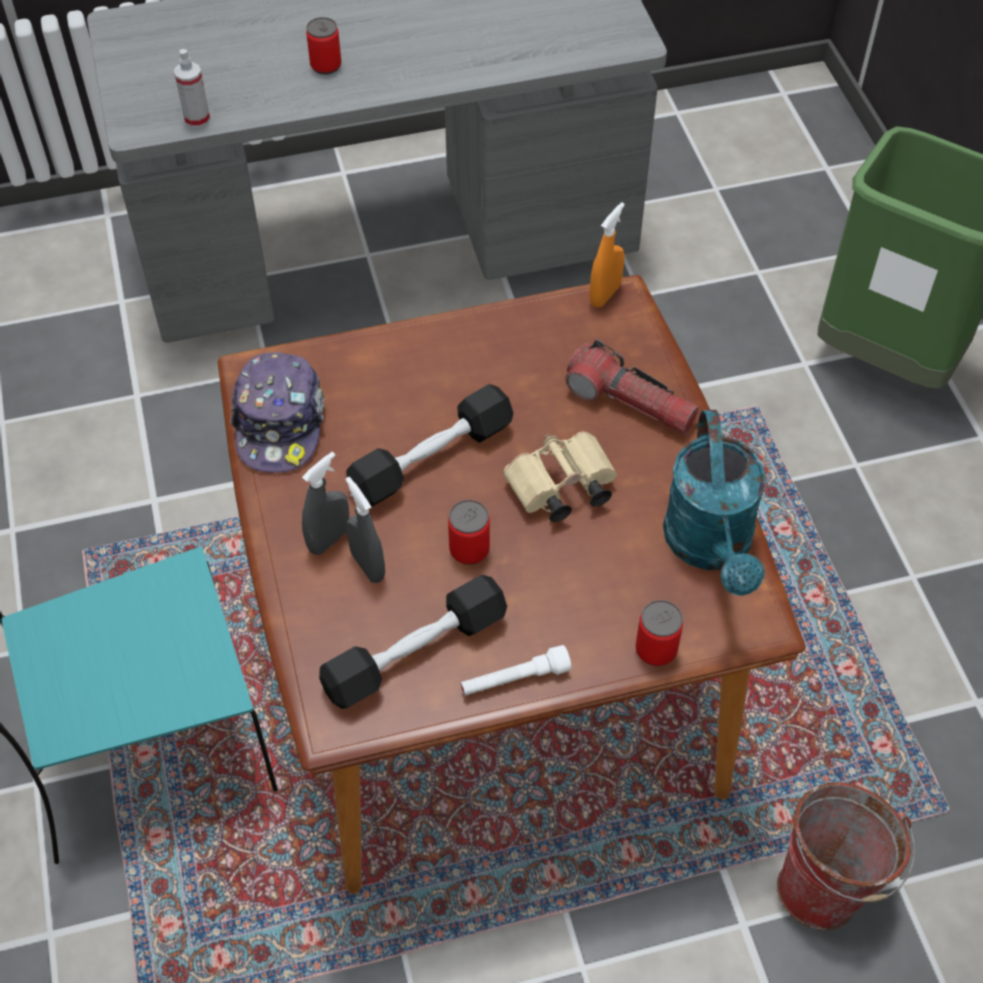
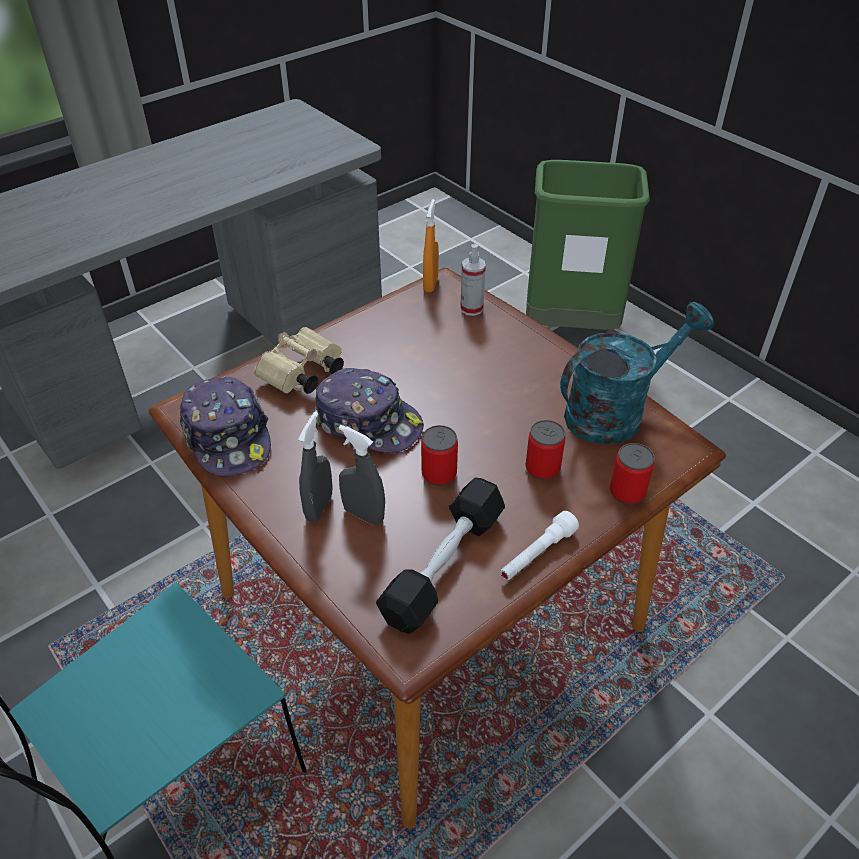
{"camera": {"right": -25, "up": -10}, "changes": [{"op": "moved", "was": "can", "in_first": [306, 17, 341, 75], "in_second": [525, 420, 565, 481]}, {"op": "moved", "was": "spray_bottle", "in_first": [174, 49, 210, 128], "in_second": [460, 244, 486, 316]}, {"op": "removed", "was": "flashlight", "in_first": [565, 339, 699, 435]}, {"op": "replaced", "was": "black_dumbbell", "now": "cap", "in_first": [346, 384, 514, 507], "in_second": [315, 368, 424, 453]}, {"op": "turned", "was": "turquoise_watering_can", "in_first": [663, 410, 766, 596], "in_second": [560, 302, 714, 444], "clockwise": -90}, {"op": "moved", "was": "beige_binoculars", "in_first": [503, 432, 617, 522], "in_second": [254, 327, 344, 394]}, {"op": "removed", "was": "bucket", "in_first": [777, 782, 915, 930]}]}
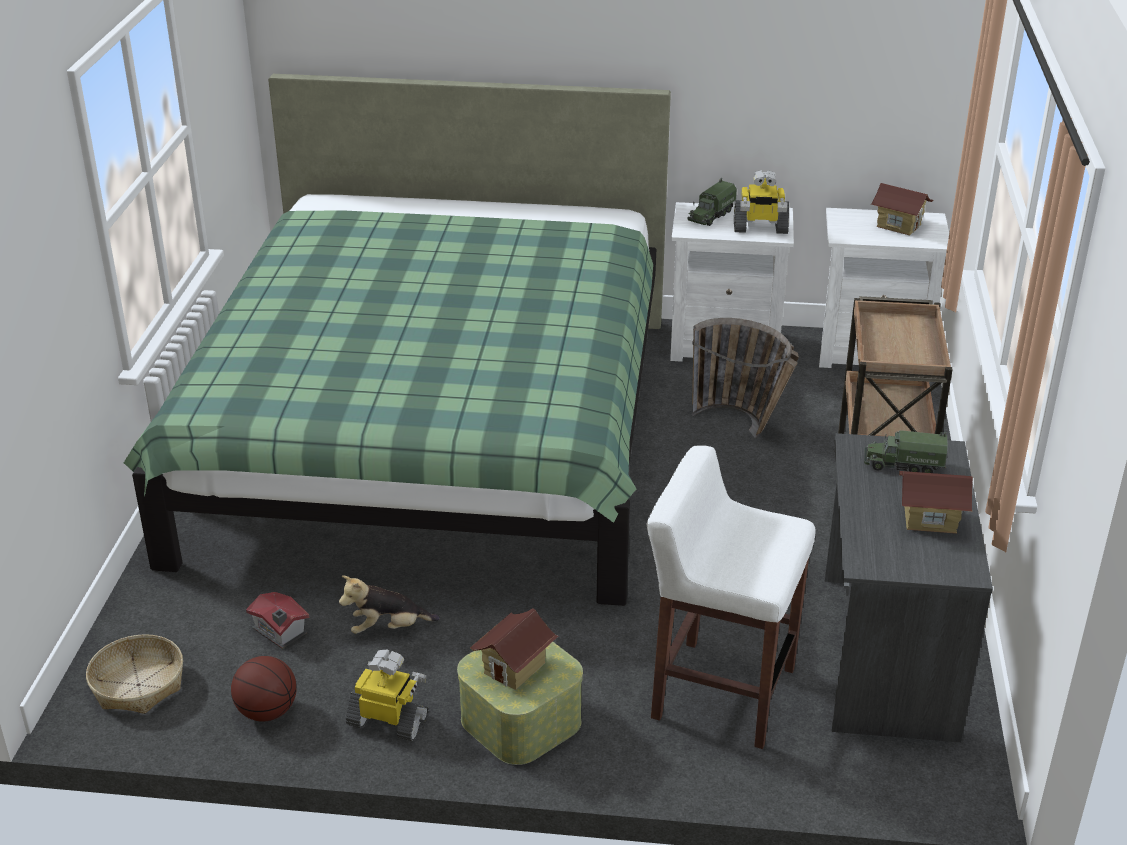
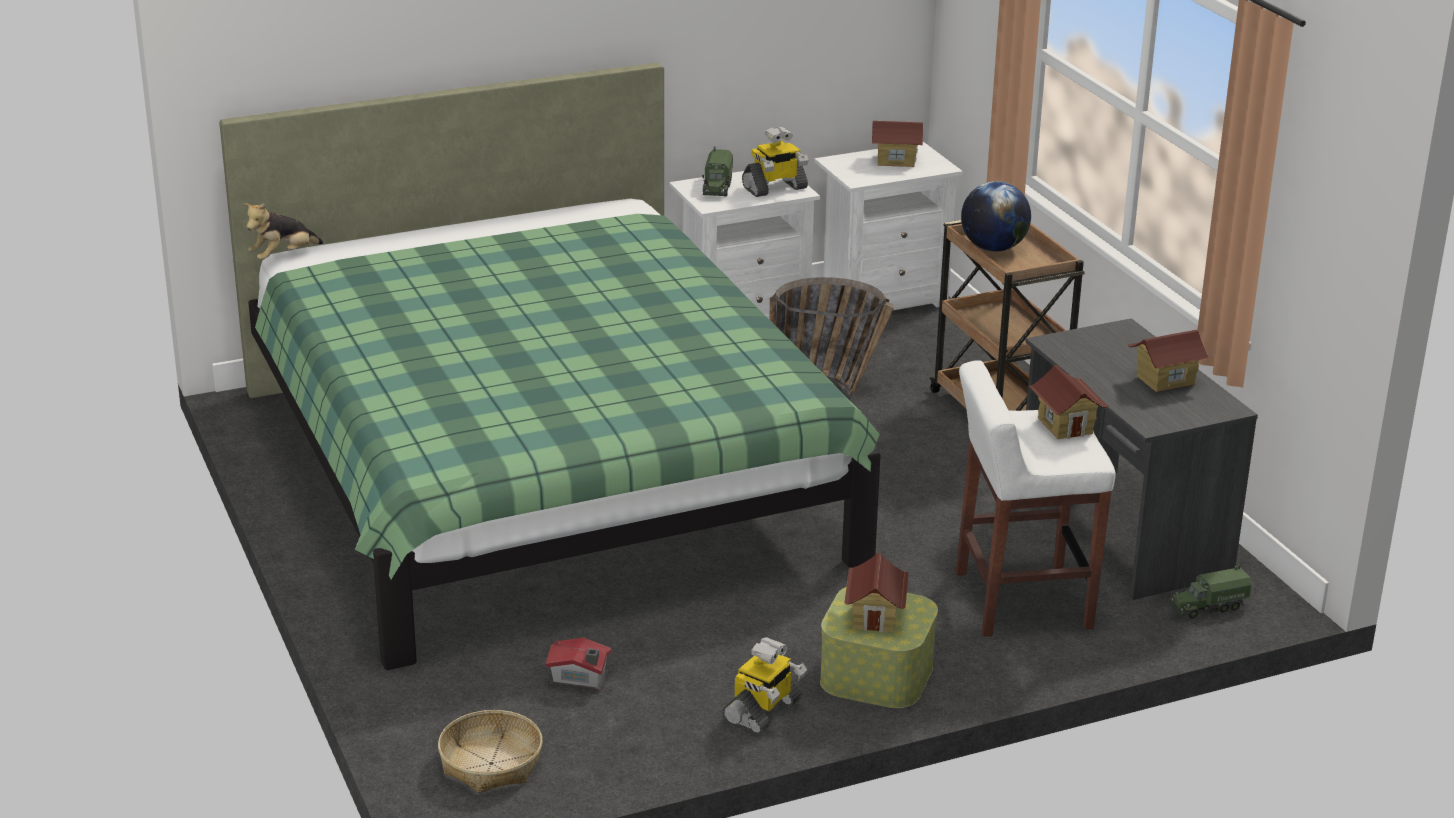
{"camera": {"right": -30, "up": -5}, "changes": [{"op": "moved", "was": "toy_truck", "in_first": [864, 430, 948, 473], "in_second": [1169, 564, 1252, 619]}, {"op": "moved", "was": "plush_toy", "in_first": [339, 575, 440, 634], "in_second": [244, 203, 323, 260]}, {"op": "turned", "was": "toy_robot", "in_first": [346, 649, 429, 741], "in_second": [722, 637, 807, 735], "clockwise": 135}, {"op": "removed", "was": "basketball", "in_first": [231, 656, 297, 721]}, {"op": "added", "now": "globe", "in_second": [961, 181, 1031, 251]}, {"op": "added", "now": "toy_house", "in_second": [1029, 365, 1109, 439]}]}
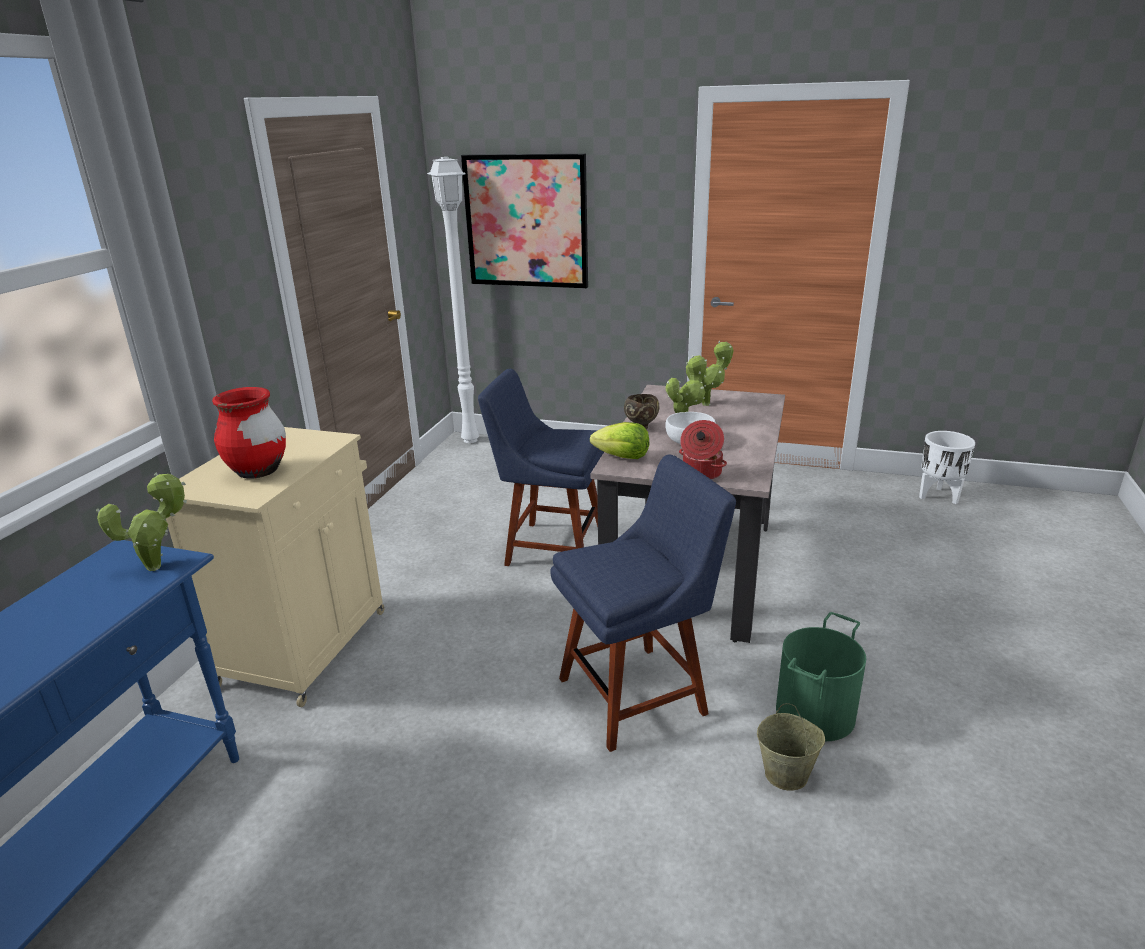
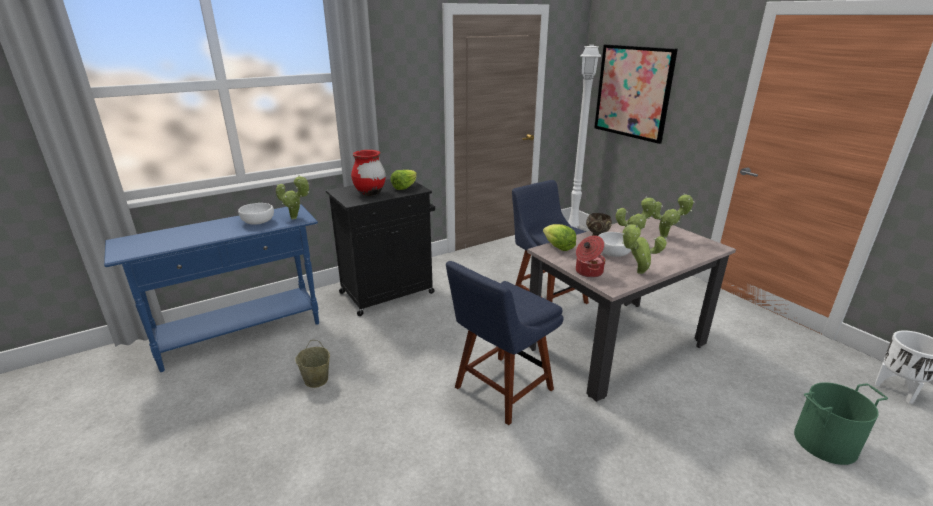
{"camera": {"right": 40, "up": 0}, "changes": [{"op": "recoloured", "was": "beige_cabinet", "now": "black_cabinet", "in_first": [153, 427, 385, 707], "in_second": [326, 179, 435, 316]}, {"op": "turned", "was": "blue_chair", "in_first": [550, 454, 736, 752], "in_second": [446, 261, 564, 425], "clockwise": 120}, {"op": "moved", "was": "green_bucket", "in_first": [776, 612, 866, 741], "in_second": [794, 382, 888, 465]}, {"op": "moved", "was": "beige_bucket", "in_first": [757, 703, 825, 791], "in_second": [295, 340, 330, 388]}, {"op": "added", "now": "lettuce", "in_second": [390, 170, 417, 190]}, {"op": "added", "now": "white_bowl", "in_second": [238, 203, 274, 225]}, {"op": "added", "now": "potted_plant", "in_second": [622, 224, 667, 274]}]}
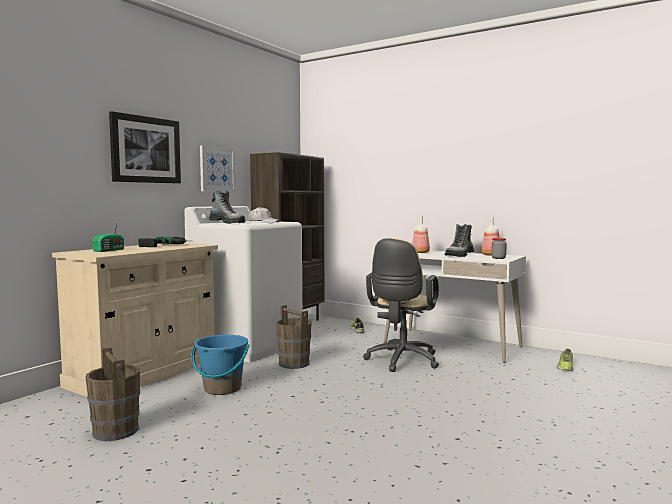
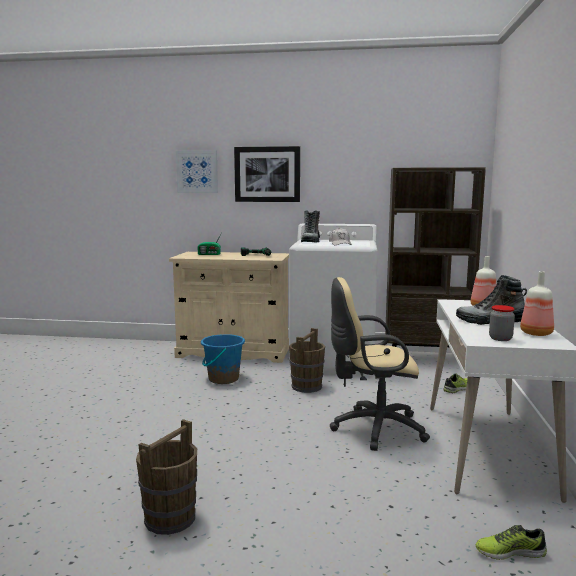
{"camera": {"right": 65, "up": 5}, "changes": [{"op": "moved", "was": "picture", "in_first": [200, 145, 235, 192], "in_second": [176, 150, 218, 193]}, {"op": "moved", "was": "brown_bucket", "in_first": [85, 347, 140, 441], "in_second": [136, 419, 197, 535]}]}
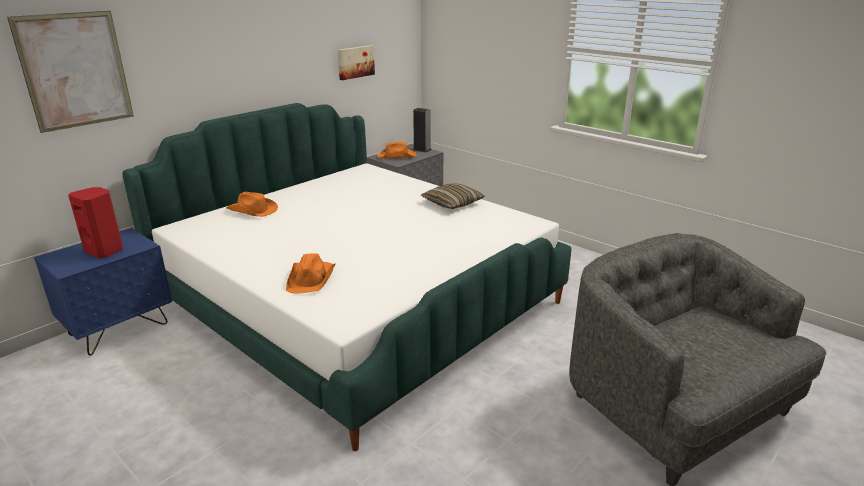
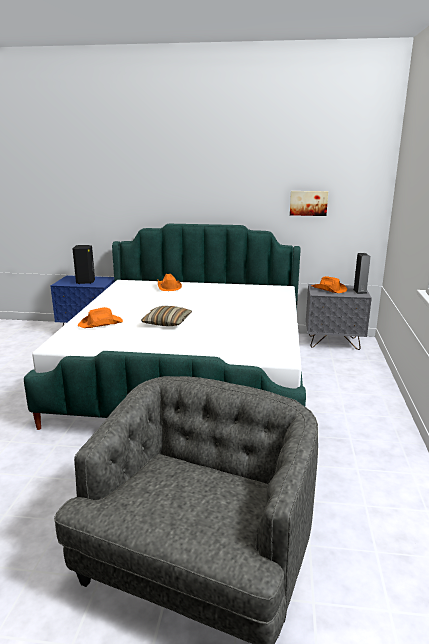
{"camera": {"right": 55, "up": -5}, "changes": [{"op": "removed", "was": "picture", "in_first": [7, 11, 134, 133]}, {"op": "moved", "was": "pillow", "in_first": [421, 183, 485, 209], "in_second": [141, 306, 192, 326]}, {"op": "recoloured", "was": "red_speaker", "now": "black_speaker", "in_first": [68, 187, 123, 258], "in_second": [73, 245, 95, 284]}]}
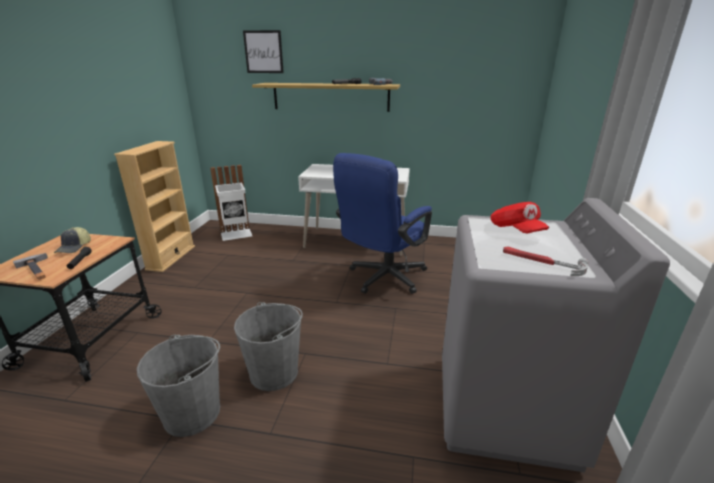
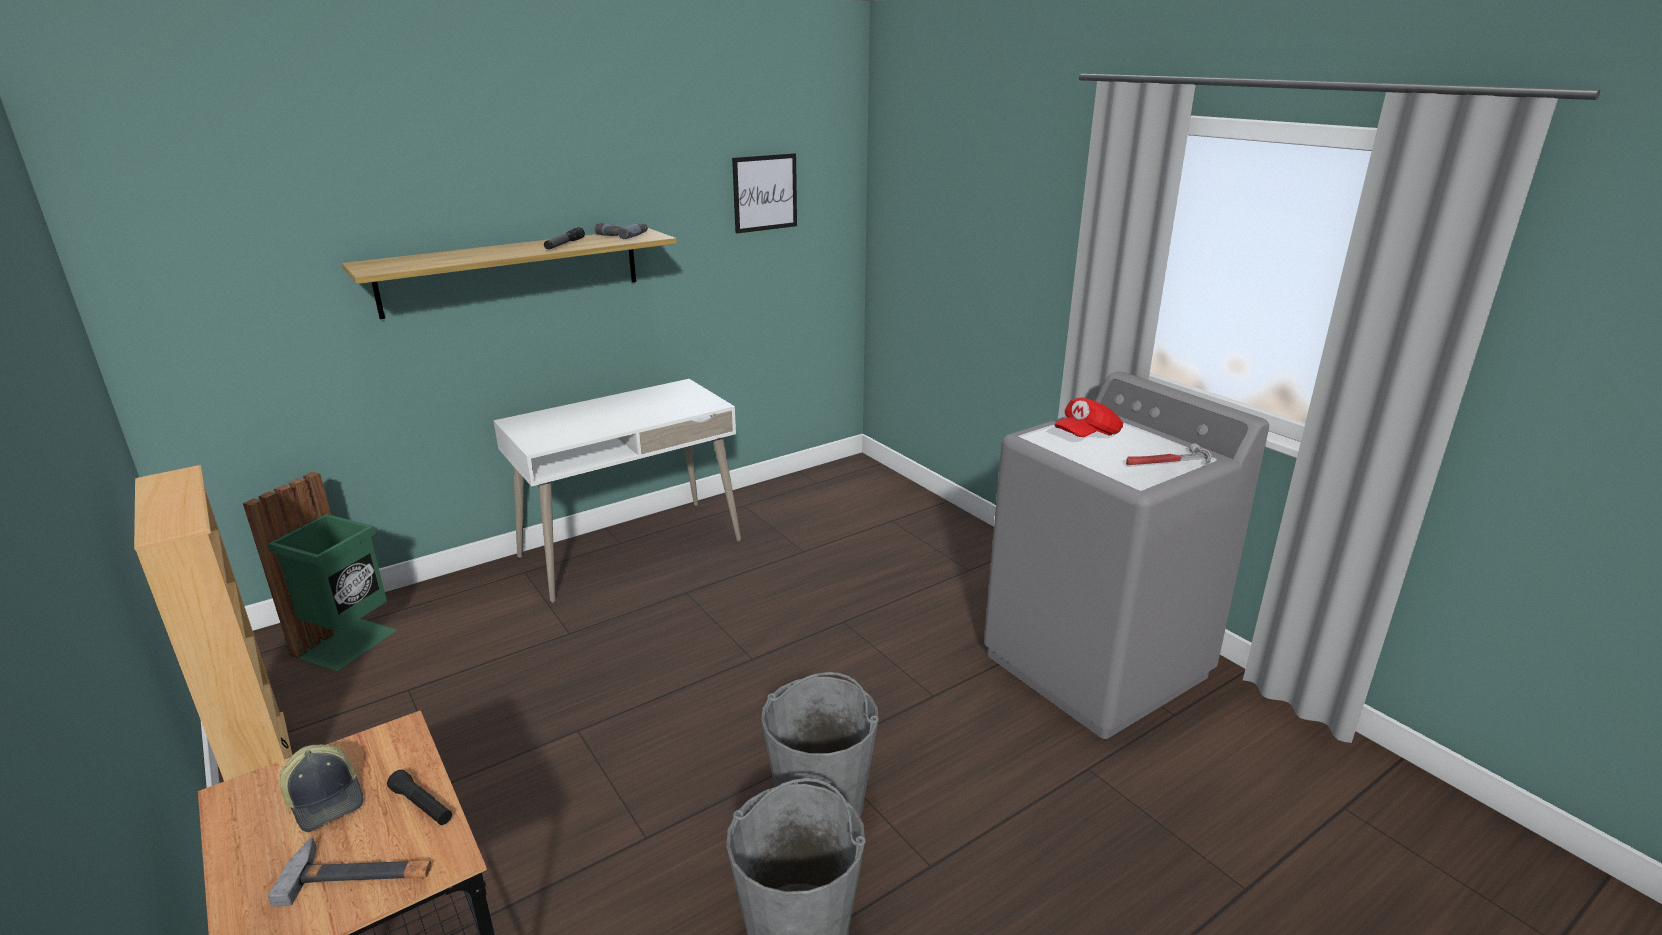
{"camera": {"right": -45, "up": 0}, "changes": [{"op": "moved", "was": "picture", "in_first": [243, 30, 284, 73], "in_second": [732, 153, 797, 234]}, {"op": "removed", "was": "blue_office_chair", "in_first": [333, 153, 432, 294]}, {"op": "recoloured", "was": "white_trash_can", "now": "green_trash_can", "in_first": [210, 165, 252, 241], "in_second": [243, 472, 397, 671]}, {"op": "turned", "was": "red_cap", "in_first": [491, 202, 549, 233], "in_second": [1055, 397, 1123, 437], "clockwise": 120}]}
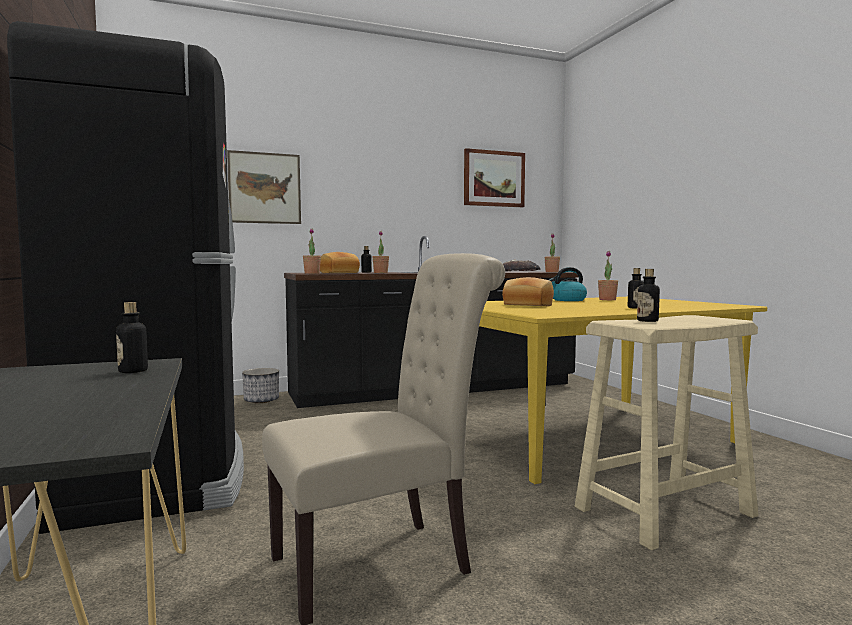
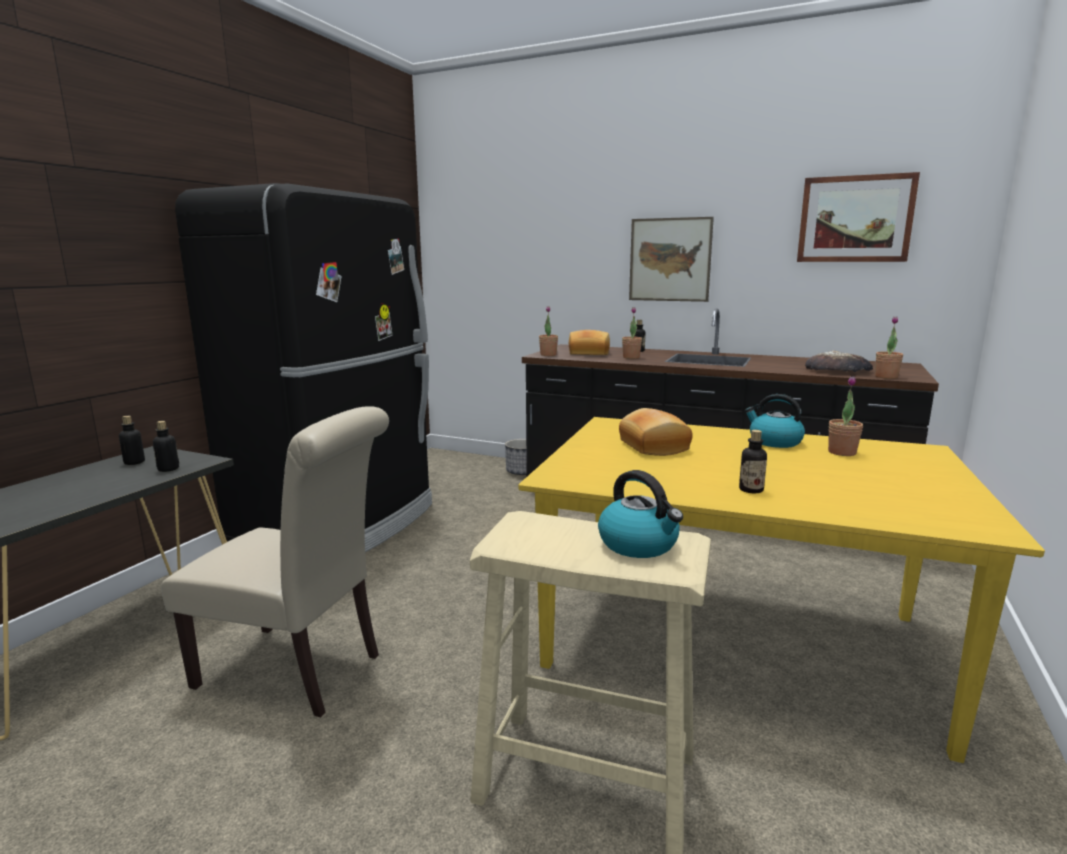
{"camera": {"right": 45, "up": 10}, "changes": [{"op": "moved", "was": "picture", "in_first": [227, 150, 301, 224], "in_second": [629, 217, 714, 302]}, {"op": "moved", "was": "bottle", "in_first": [637, 269, 660, 322], "in_second": [119, 416, 145, 465]}, {"op": "added", "now": "kettle", "in_second": [598, 470, 683, 558]}]}
